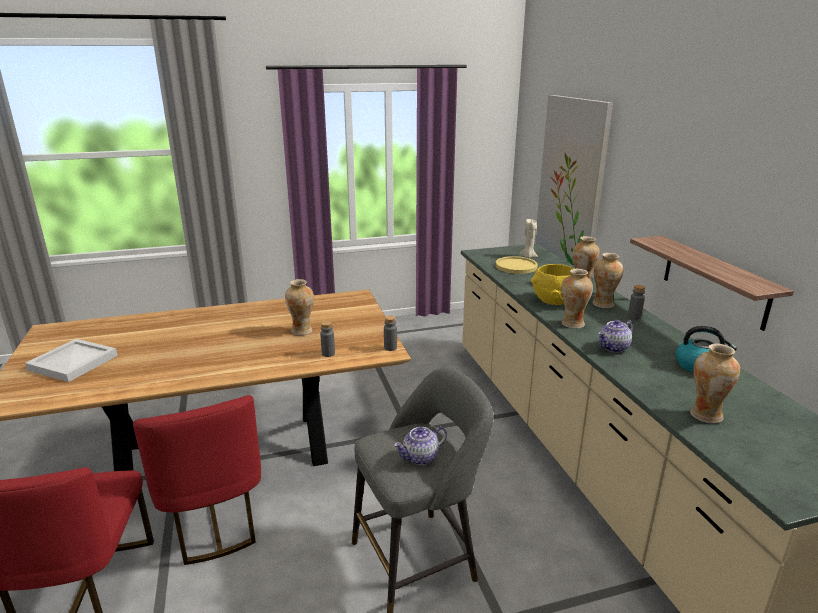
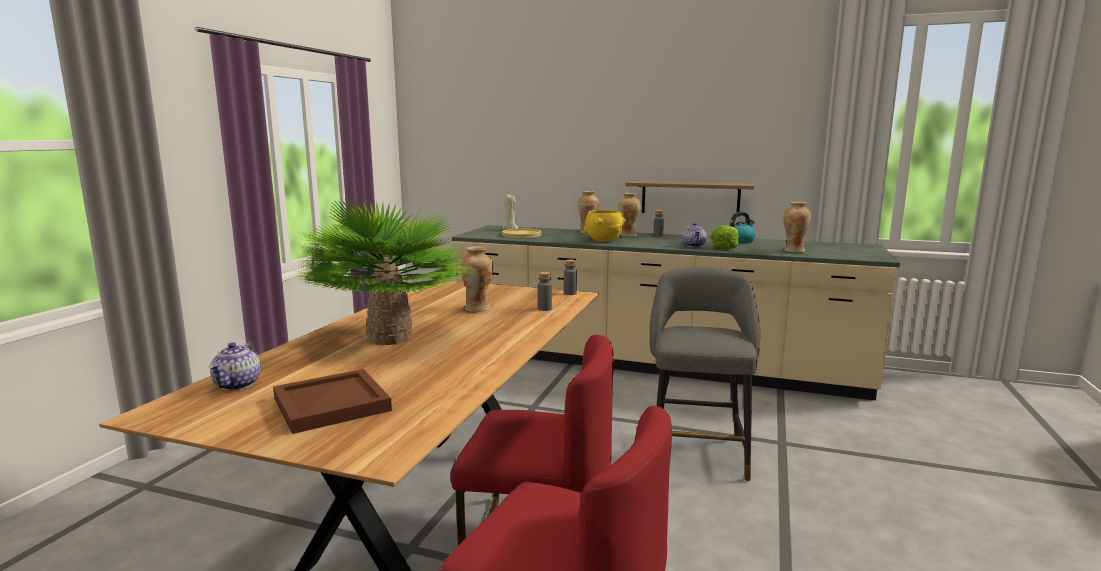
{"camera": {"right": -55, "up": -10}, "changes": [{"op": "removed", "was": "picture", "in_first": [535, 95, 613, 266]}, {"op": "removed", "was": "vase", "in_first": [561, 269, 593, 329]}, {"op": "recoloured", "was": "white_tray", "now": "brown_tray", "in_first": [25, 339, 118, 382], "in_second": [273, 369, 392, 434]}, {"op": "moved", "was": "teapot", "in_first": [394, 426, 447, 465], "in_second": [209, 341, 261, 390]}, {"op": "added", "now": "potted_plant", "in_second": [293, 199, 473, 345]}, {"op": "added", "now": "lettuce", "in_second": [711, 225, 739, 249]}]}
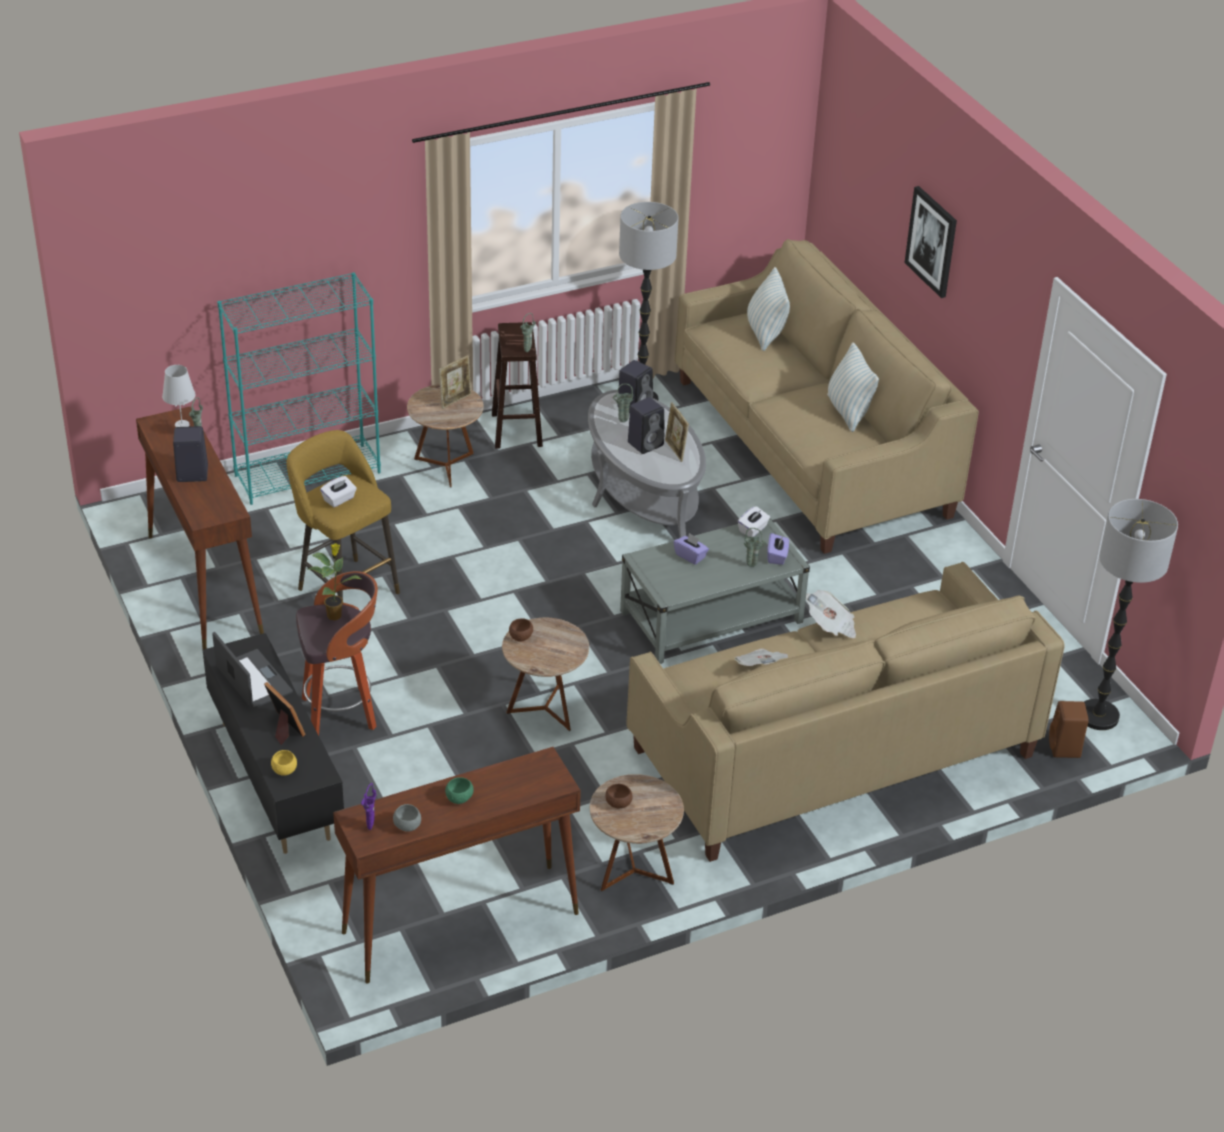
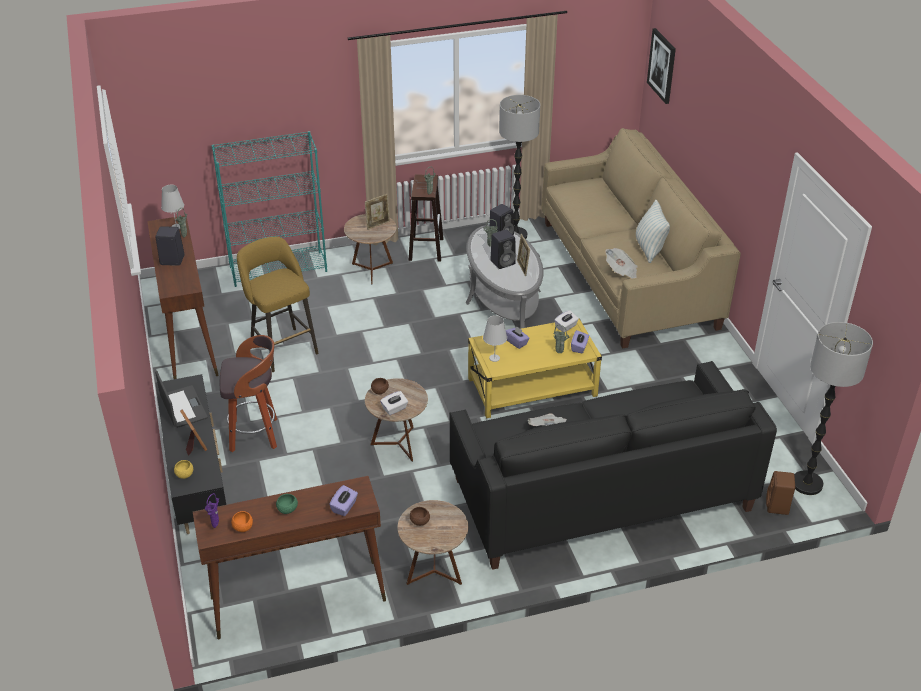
{"camera": {"right": 10, "up": 0}, "changes": [{"op": "moved", "was": "picture", "in_first": [905, 186, 957, 298], "in_second": [647, 28, 676, 104]}, {"op": "removed", "was": "pillow", "in_first": [747, 267, 790, 351]}, {"op": "moved", "was": "white_tissue_box", "in_first": [320, 476, 357, 507], "in_second": [380, 391, 408, 415]}, {"op": "recoloured", "was": "grey_coffee_table", "now": "yellow_coffee_table", "in_first": [620, 519, 810, 664], "in_second": [468, 318, 602, 418]}, {"op": "removed", "was": "potted_plant", "in_first": [308, 543, 361, 620]}, {"op": "recoloured", "was": "beige_sofa", "now": "black_sofa", "in_first": [626, 562, 1065, 862], "in_second": [450, 361, 777, 570]}, {"op": "moved", "was": "newspaper", "in_first": [806, 590, 856, 638], "in_second": [605, 248, 637, 278]}, {"op": "recoloured", "was": "grey_bowl", "now": "orange_bowl", "in_first": [393, 804, 421, 832], "in_second": [231, 511, 253, 532]}, {"op": "added", "now": "white_table_lamp", "in_second": [483, 315, 507, 362]}, {"op": "added", "now": "purple_tissue_box", "in_second": [329, 485, 358, 516]}]}
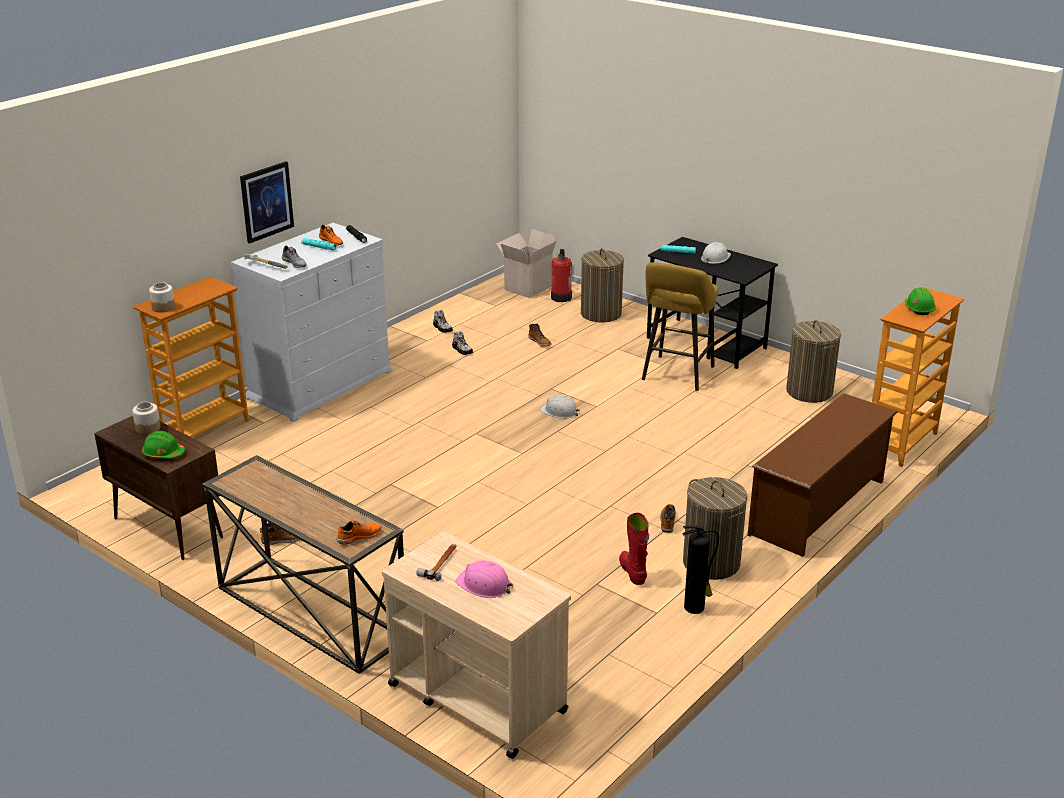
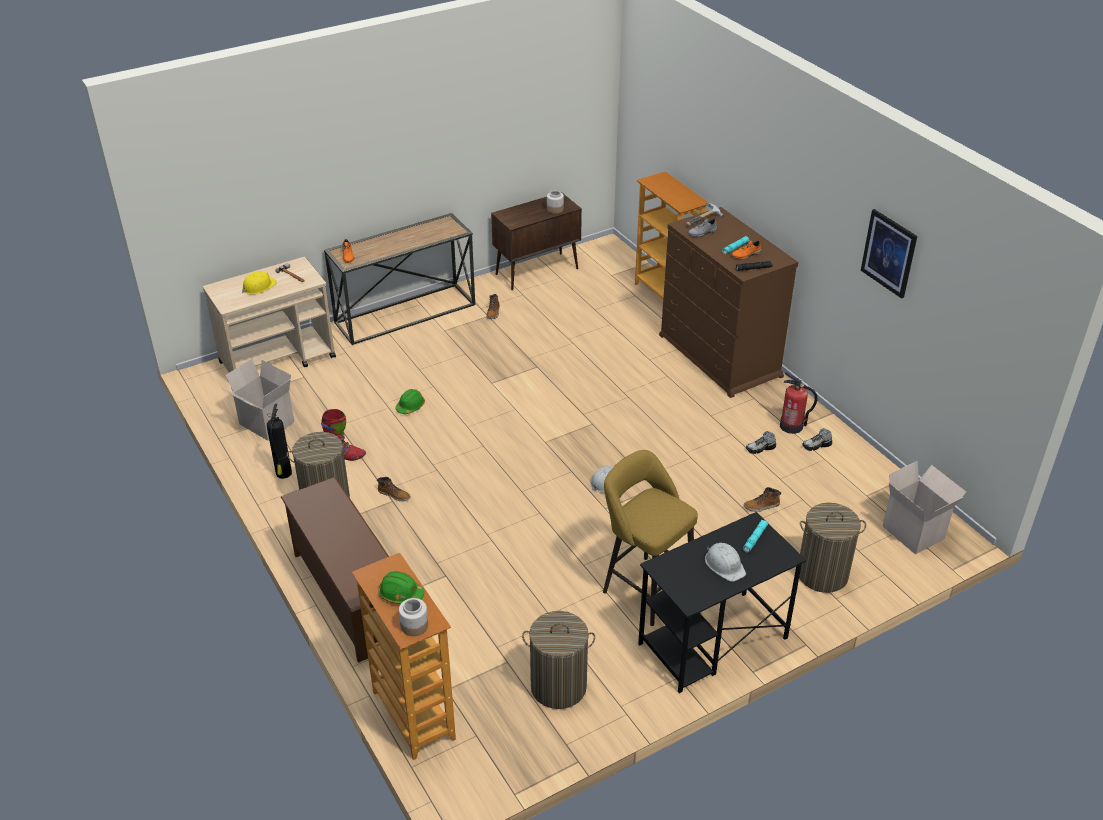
{"camera": {"right": 110, "up": 10}, "changes": [{"op": "moved", "was": "picture", "in_first": [240, 161, 294, 244], "in_second": [861, 209, 917, 299]}, {"op": "recoloured", "was": "white_dresser", "now": "brown_dresser", "in_first": [231, 223, 392, 422], "in_second": [659, 207, 798, 398]}, {"op": "moved", "was": "fire_extinguisher", "in_first": [551, 249, 572, 302], "in_second": [780, 372, 817, 434]}, {"op": "moved", "was": "jar", "in_first": [149, 282, 175, 313], "in_second": [399, 598, 428, 636]}, {"op": "moved", "was": "green_hard_hat", "in_first": [142, 431, 185, 459], "in_second": [395, 389, 425, 414]}, {"op": "recoloured", "was": "pink_hard_hat", "now": "yellow_hard_hat", "in_first": [455, 560, 513, 598], "in_second": [242, 271, 277, 294]}, {"op": "added", "now": "cardboard_box", "in_second": [221, 359, 294, 440]}]}
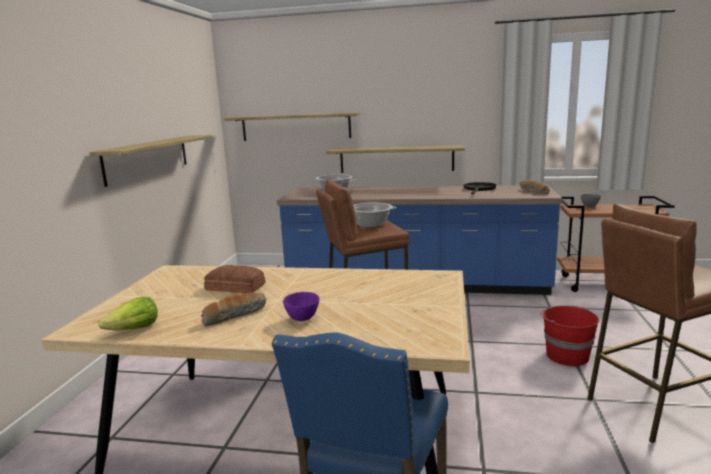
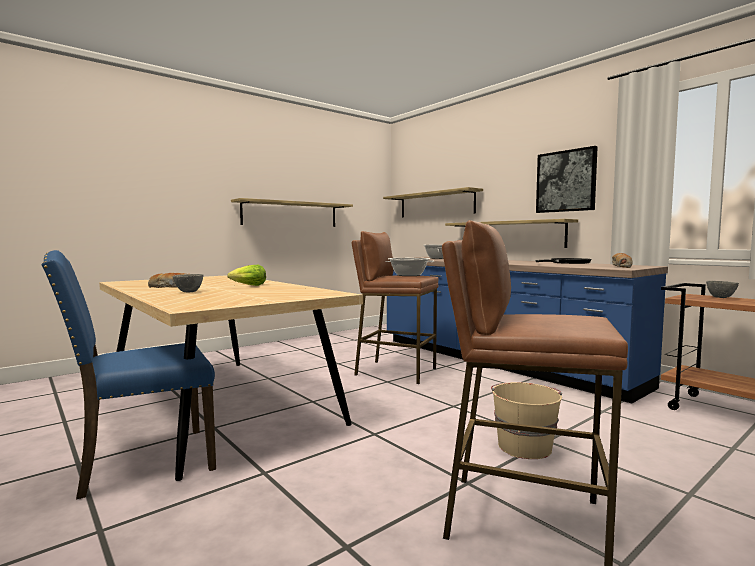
{"camera": {"right": 40, "up": -10}, "changes": [{"op": "removed", "was": "bread", "in_first": [204, 265, 265, 294]}, {"op": "recoloured", "was": "purple_bowl", "now": "grey_bowl", "in_first": [283, 292, 319, 321], "in_second": [173, 274, 204, 292]}, {"op": "moved", "was": "lettuce", "in_first": [98, 296, 158, 330], "in_second": [227, 265, 266, 286]}, {"op": "recoloured", "was": "red_bucket", "now": "beige_bucket", "in_first": [540, 305, 599, 367], "in_second": [491, 382, 562, 459]}, {"op": "added", "now": "picture", "in_second": [536, 146, 598, 213]}]}
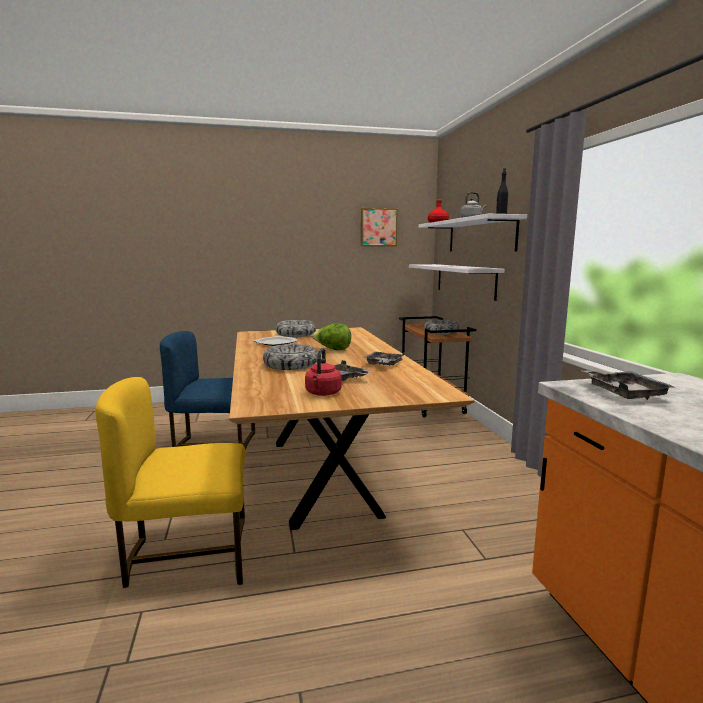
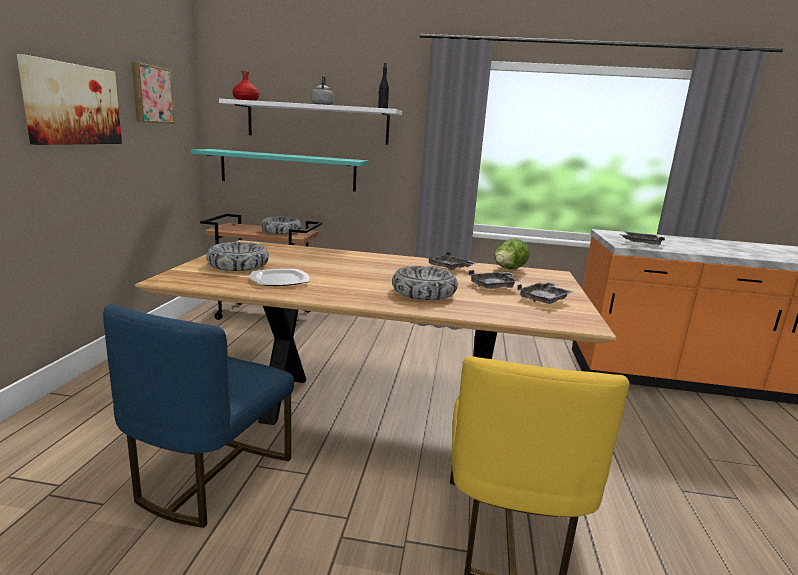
{"camera": {"right": -70, "up": 5}, "changes": [{"op": "recoloured", "was": "white_shelf", "now": "turquoise_shelf", "in_first": [409, 264, 505, 301], "in_second": [191, 149, 368, 192]}, {"op": "moved", "was": "lettuce", "in_first": [312, 323, 351, 350], "in_second": [494, 239, 530, 269]}, {"op": "replaced", "was": "red_kettle", "now": "grey_tray", "in_first": [305, 348, 342, 396], "in_second": [517, 282, 573, 304]}, {"op": "added", "now": "picture", "in_second": [17, 54, 122, 145]}]}
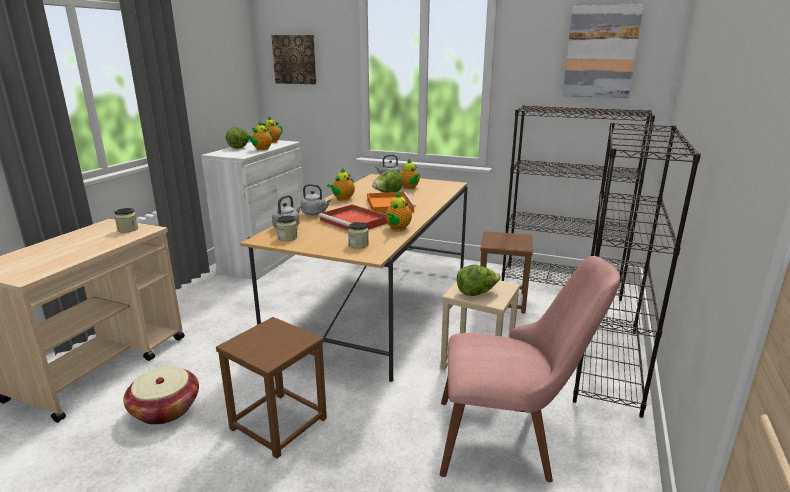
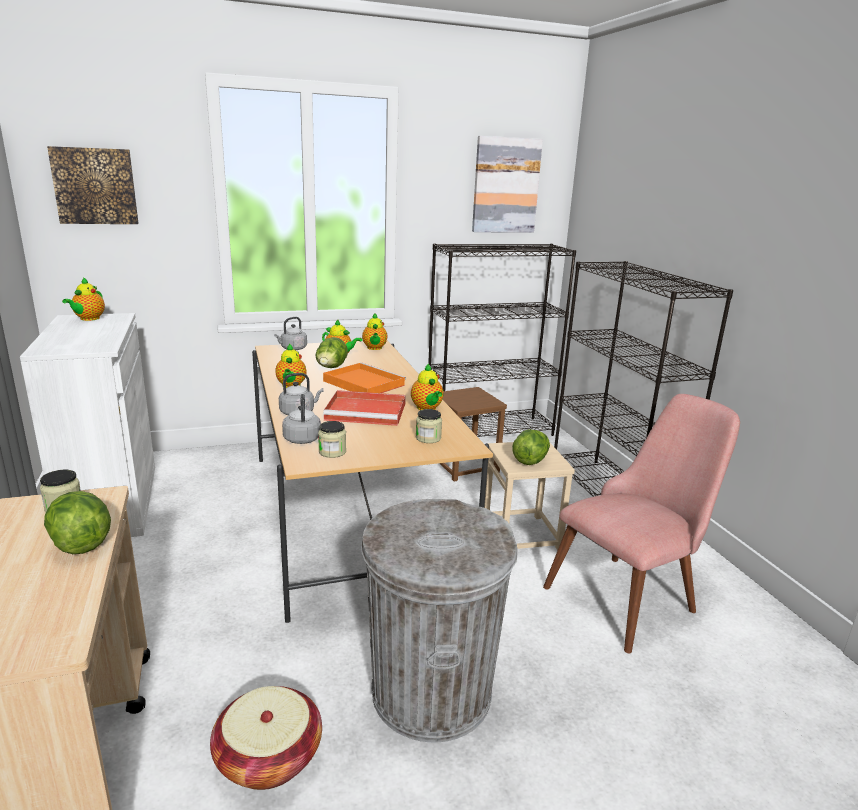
{"camera": {"right": -40, "up": 0}, "changes": [{"op": "moved", "was": "teapot", "in_first": [245, 121, 272, 150], "in_second": [362, 313, 387, 350]}, {"op": "moved", "was": "lettuce", "in_first": [226, 127, 249, 149], "in_second": [44, 491, 111, 554]}, {"op": "replaced", "was": "brown_stool", "now": "grey_trash_can", "in_first": [216, 317, 327, 459], "in_second": [361, 499, 517, 743]}]}
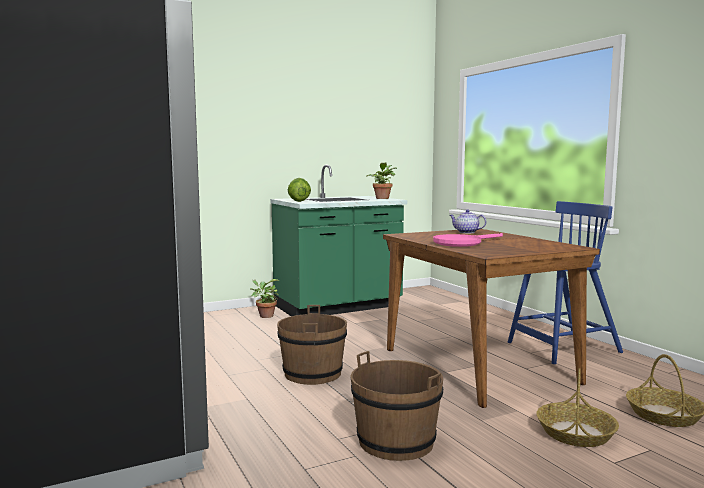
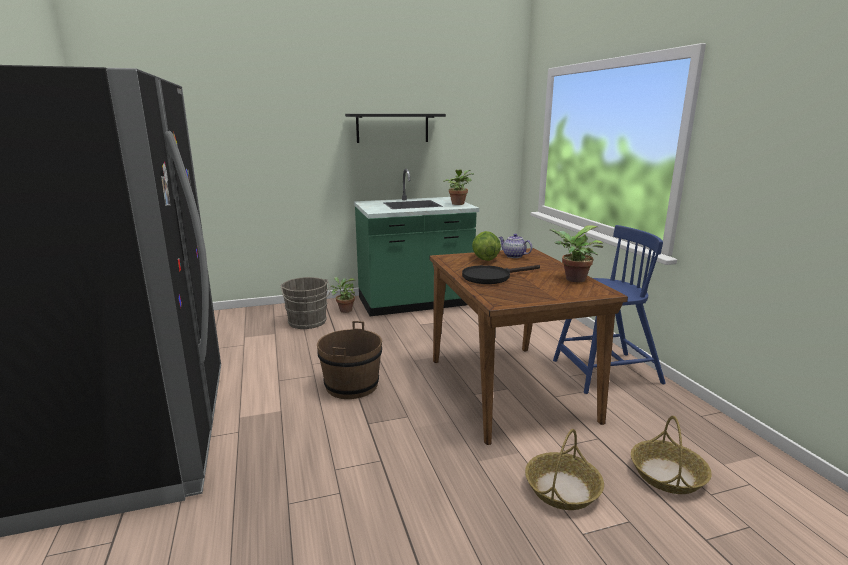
{"camera": {"right": 10, "up": 10}, "changes": [{"op": "moved", "was": "lettuce", "in_first": [288, 178, 311, 202], "in_second": [472, 231, 501, 261]}, {"op": "recoloured", "was": "pink_frying_pan", "now": "black_frying_pan", "in_first": [433, 233, 503, 247], "in_second": [462, 265, 540, 284]}, {"op": "removed", "was": "brown_bucket", "in_first": [350, 351, 443, 461]}, {"op": "added", "now": "black_shelf", "in_second": [345, 114, 446, 143]}, {"op": "added", "now": "potted_plant", "in_second": [551, 225, 604, 283]}, {"op": "added", "now": "grey_bucket", "in_second": [280, 277, 331, 329]}]}
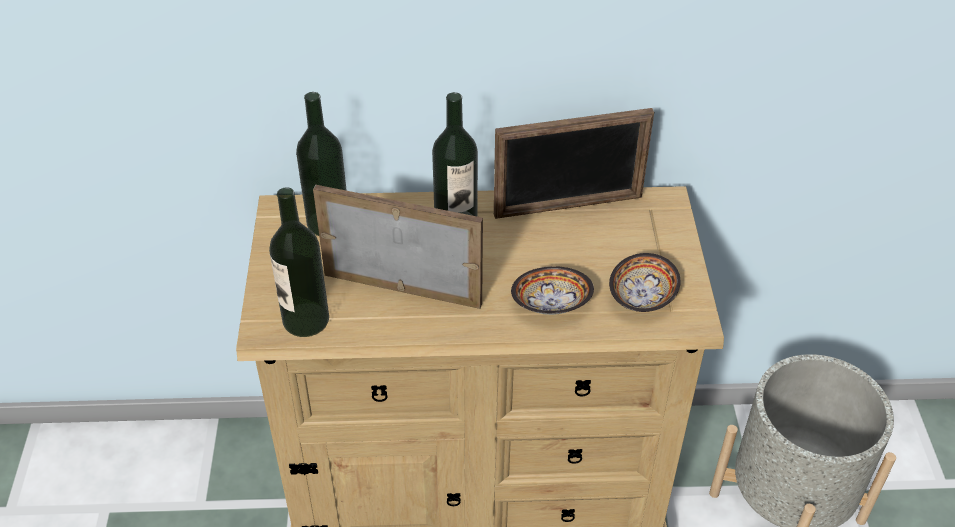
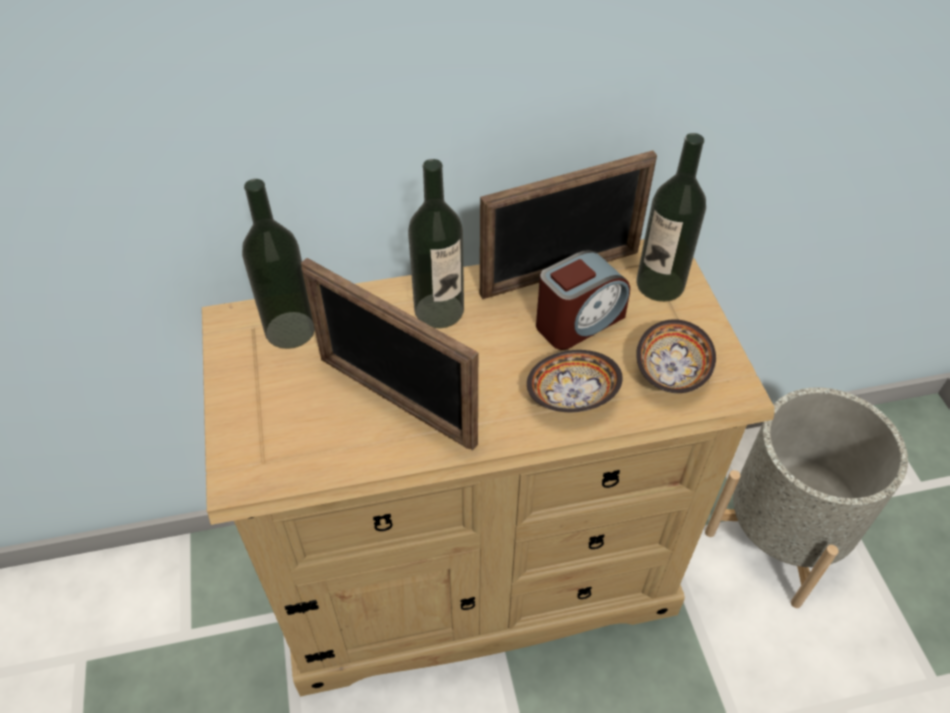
{"camera": {"right": -10, "up": 5}, "changes": [{"op": "turned", "was": "picture_frame", "in_first": [313, 185, 483, 309], "in_second": [301, 258, 478, 450], "clockwise": -150}, {"op": "moved", "was": "bottle", "in_first": [269, 187, 329, 337], "in_second": [636, 133, 706, 302]}, {"op": "added", "now": "alarm_clock", "in_second": [536, 250, 630, 350]}]}
